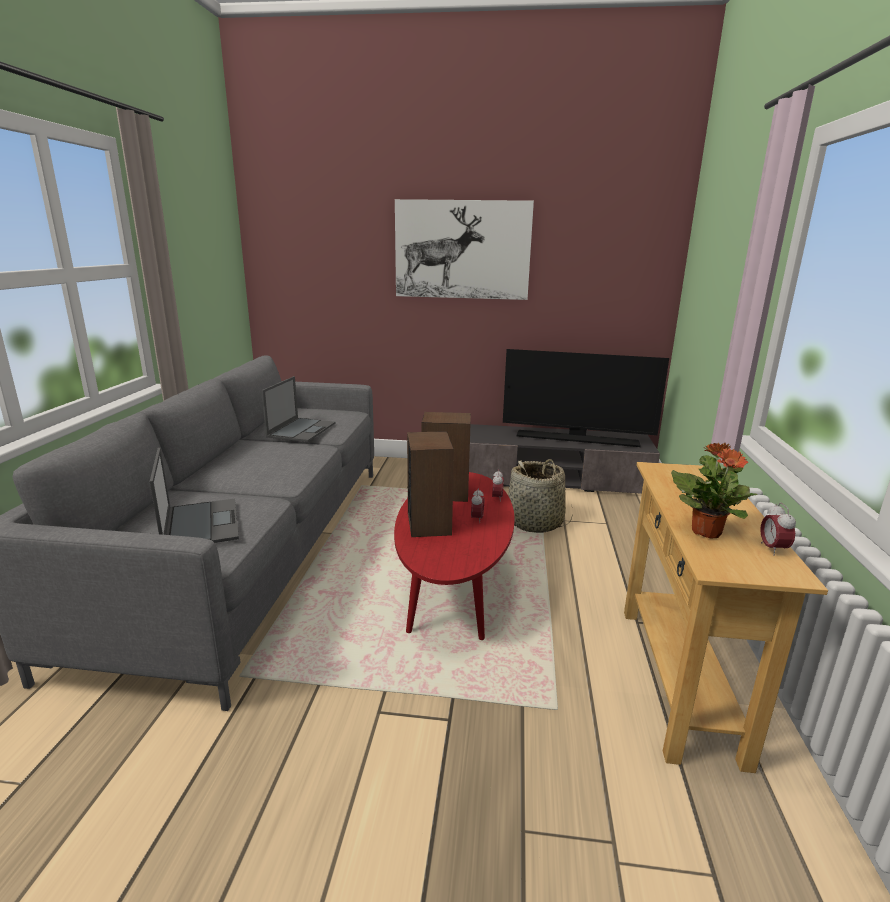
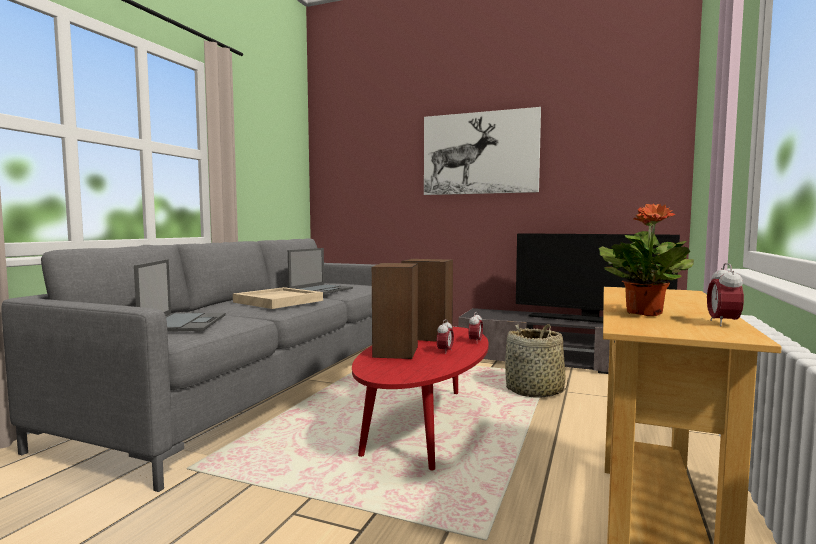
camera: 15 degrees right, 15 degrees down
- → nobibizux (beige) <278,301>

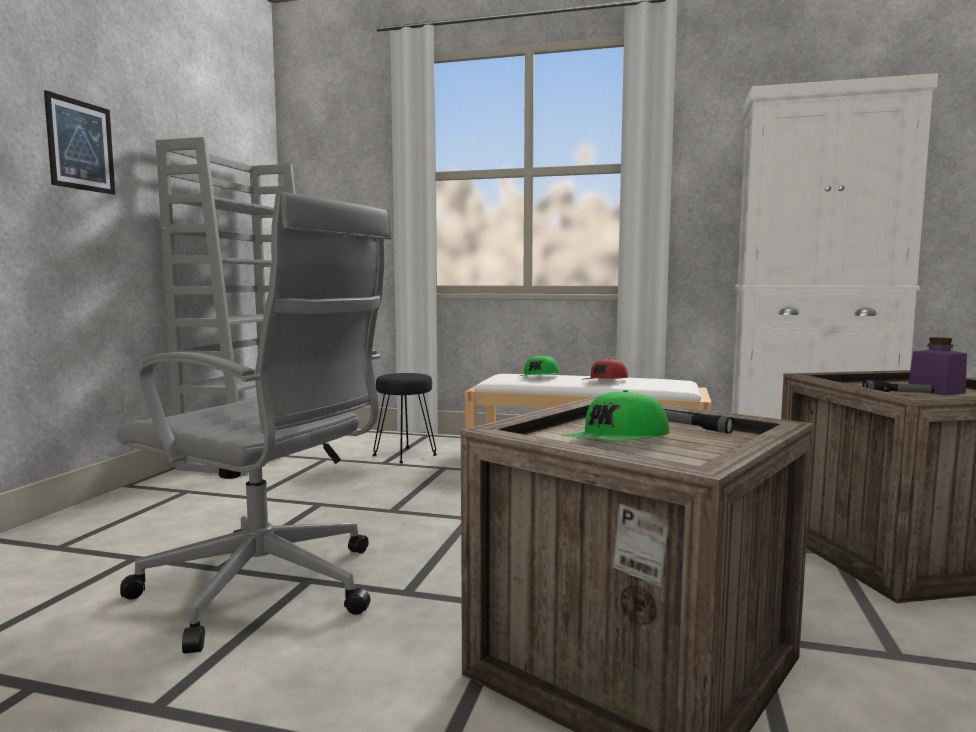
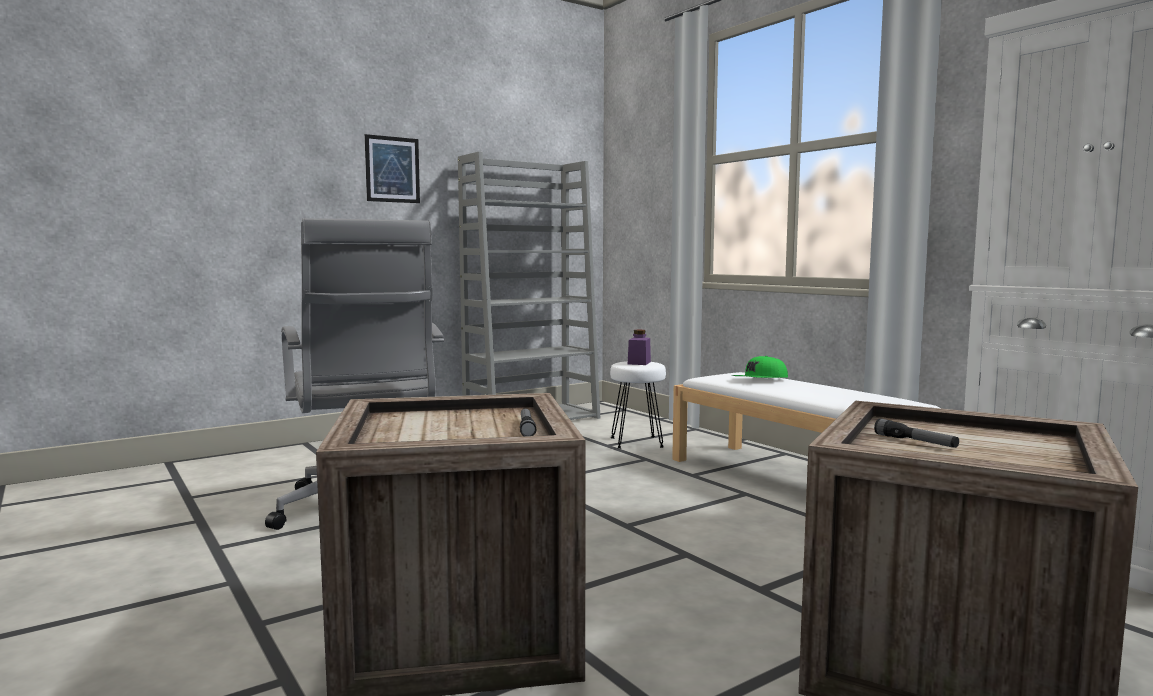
camera: 40 degrees right, 0 degrees up
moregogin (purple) <936,391> → moregogin (purple) <639,363>, moved
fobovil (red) <606,381> → -
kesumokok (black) <405,455> → kesumokok (white) <637,442>
fobovil (green) <618,441> → -

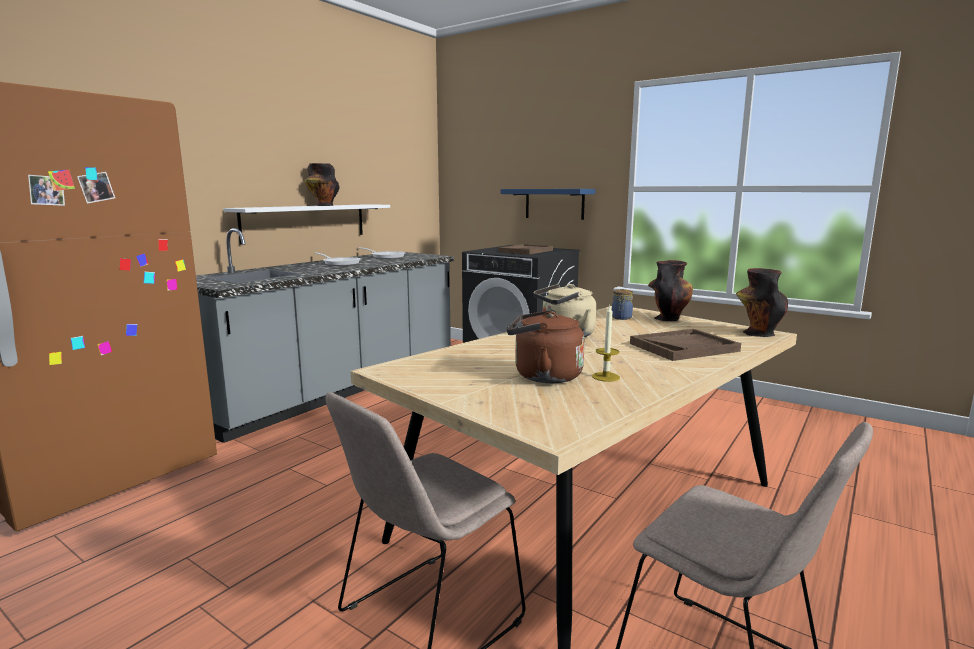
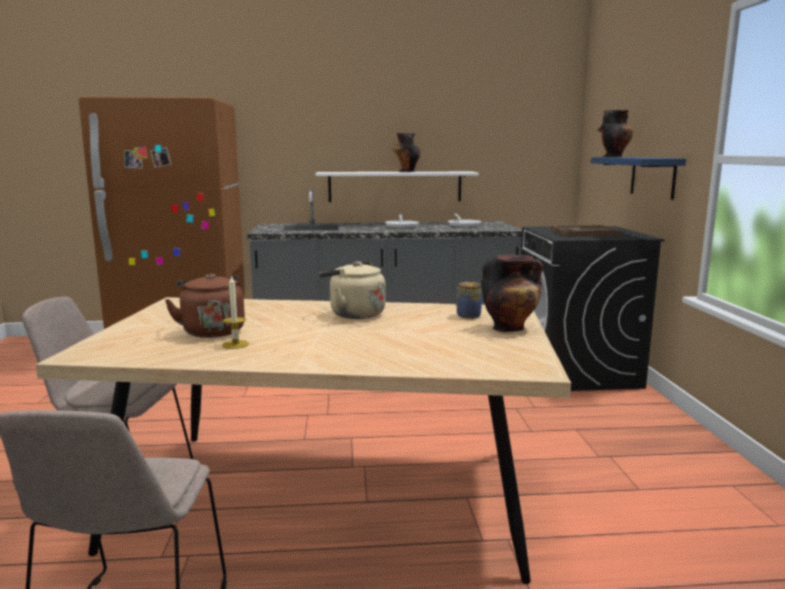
camera: 50 degrees right, 0 degrees up
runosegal <757,333> → runosegal <612,157>, moved
nobibizux (brown) <683,347> → -

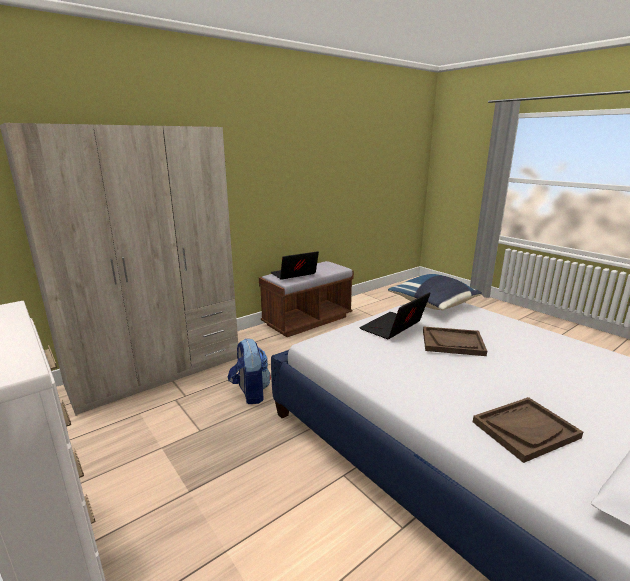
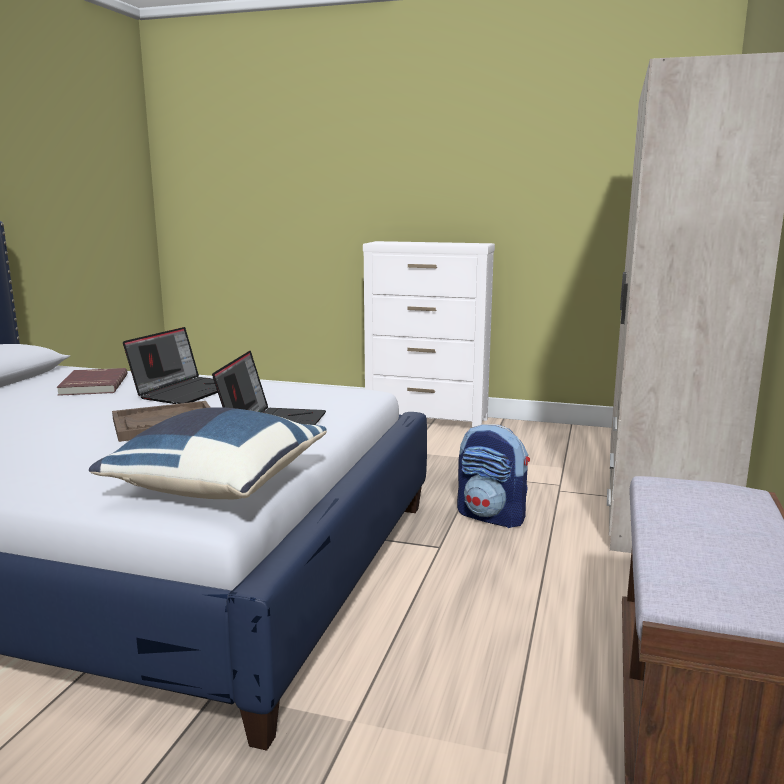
camera: 145 degrees right, 5 degrees down
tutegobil <293,275> → tutegobil <186,391>, moved
nobibizux (brown) <525,429> → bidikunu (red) <92,385>

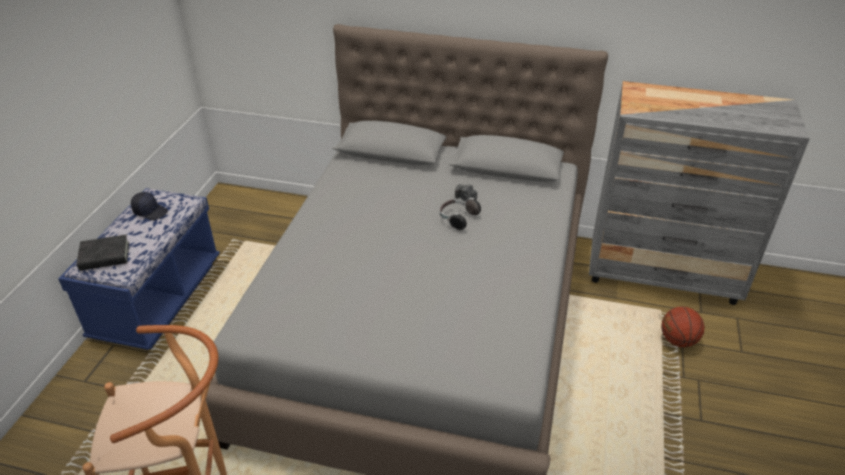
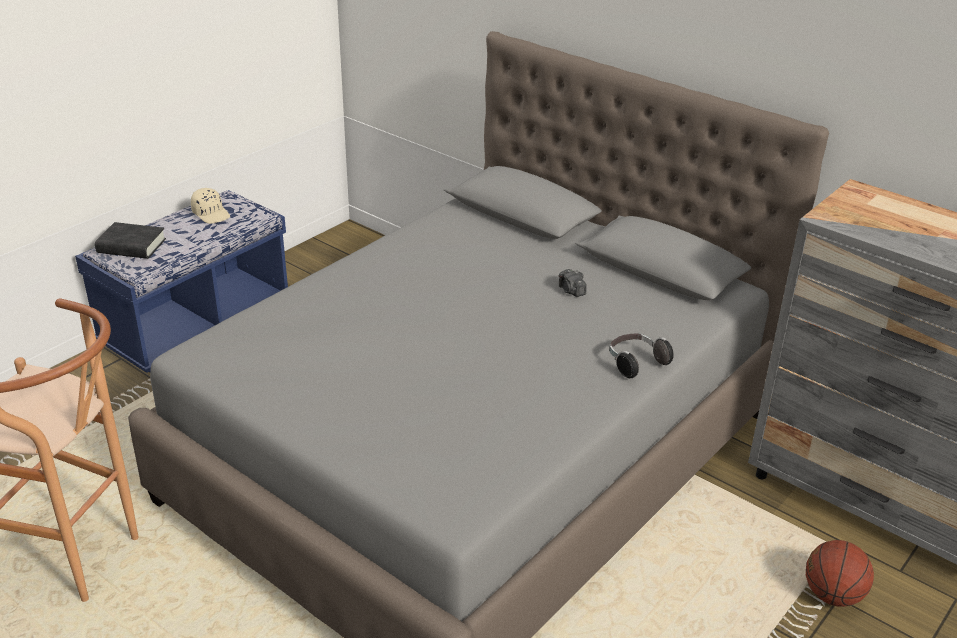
camera: 25 degrees right, 5 degrees down
fobovil (black) <150,211> → fobovil (beige) <211,214>
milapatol <457,219> → milapatol <635,363>, moved

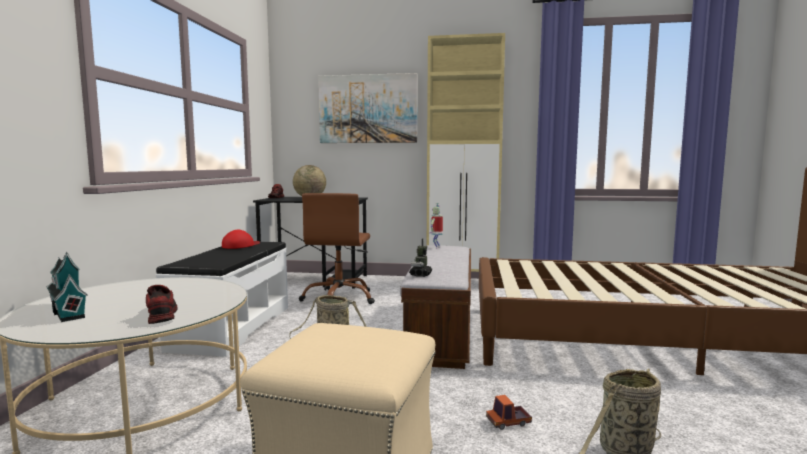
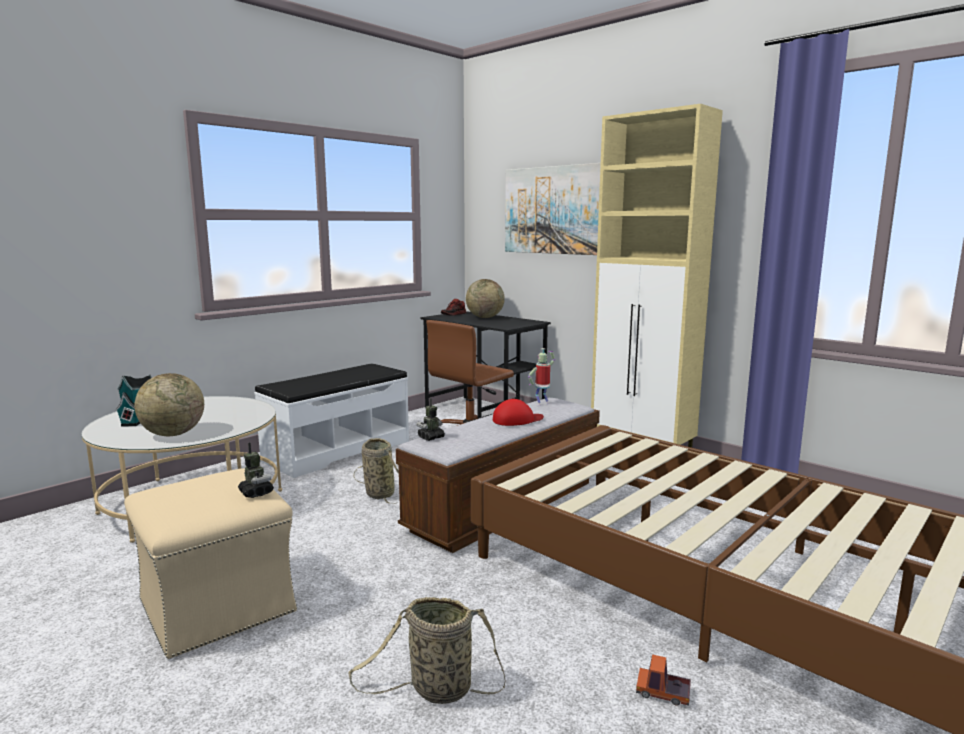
camera: 35 degrees right, 5 degrees up
fobovil (red) <241,245> → fobovil (red) <517,420>, moved
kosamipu <160,315> → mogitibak <173,434>
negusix <508,422> → negusix <663,693>, moved
- → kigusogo <256,493>

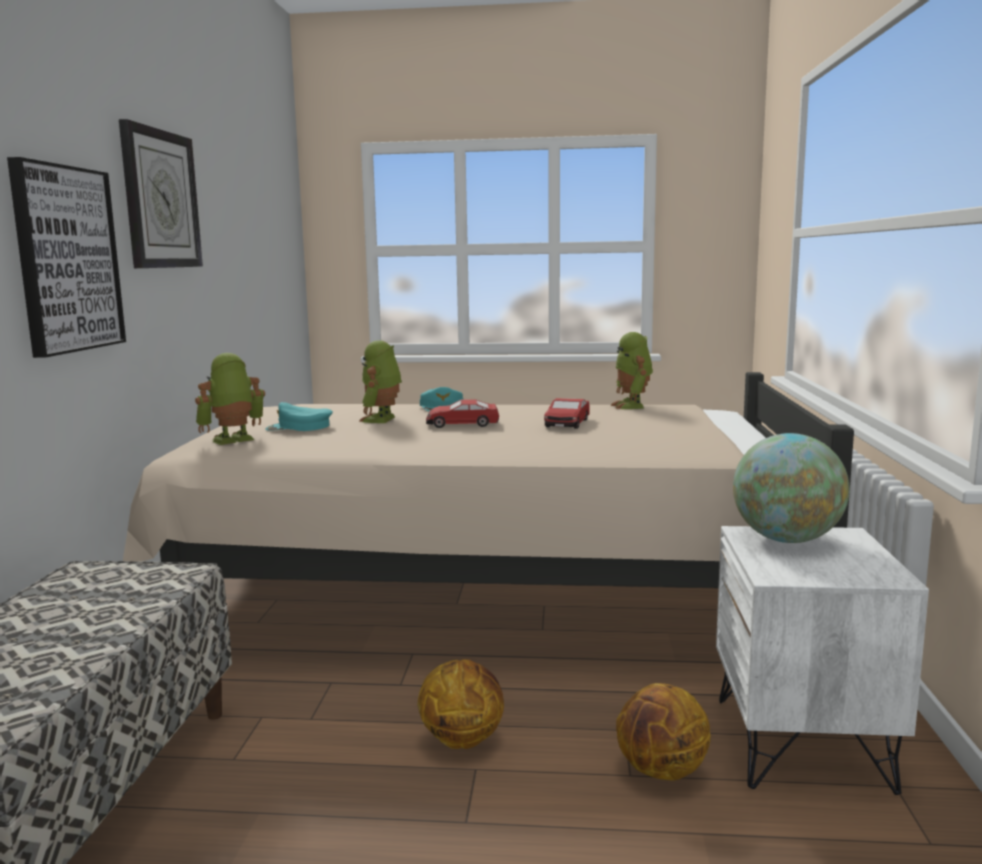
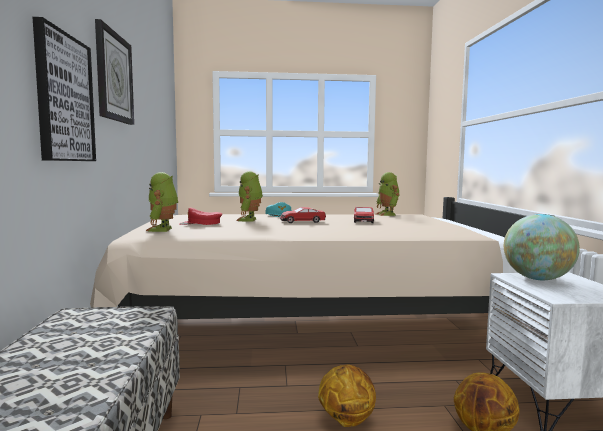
camera: 10 degrees left, 5 degrees down
kigusogo <233,441> → kigusogo <163,229>, 45 degrees counterclockwise
fobovil (turquoise) <299,427> → fobovil (red) <201,223>

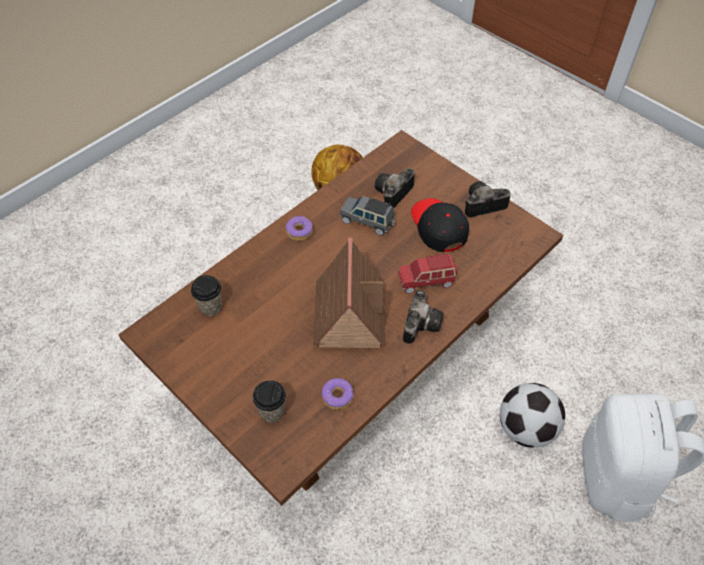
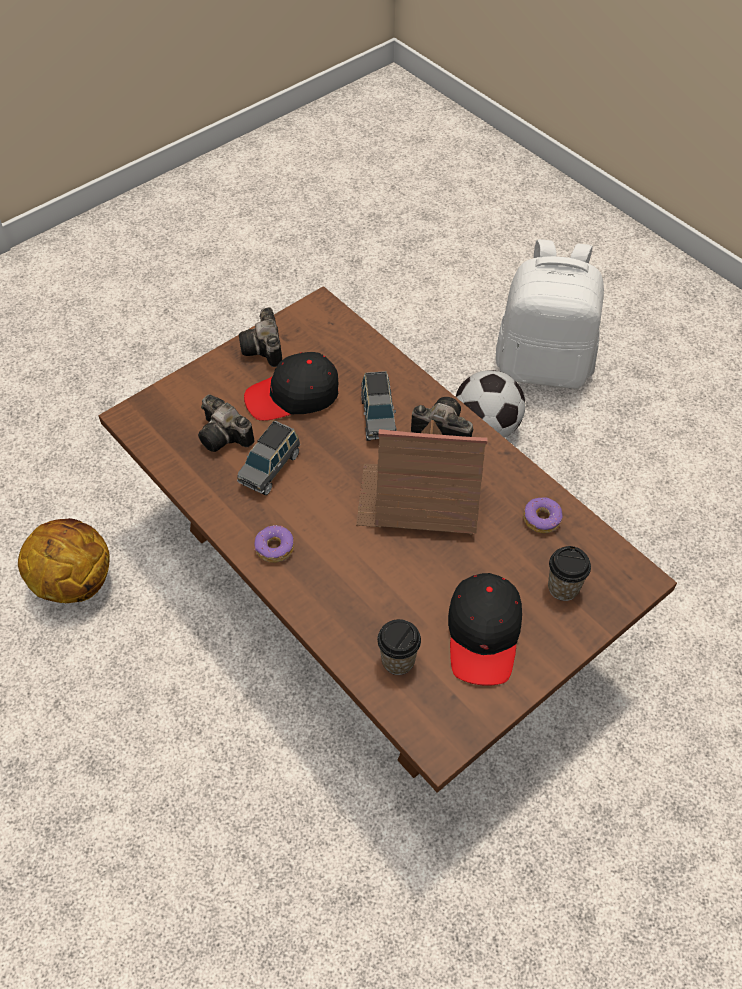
camera: 85 degrees left, 0 degrees up
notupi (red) <426,281> → notupi (grey) <378,417>
- → fobovil (black) <483,635>

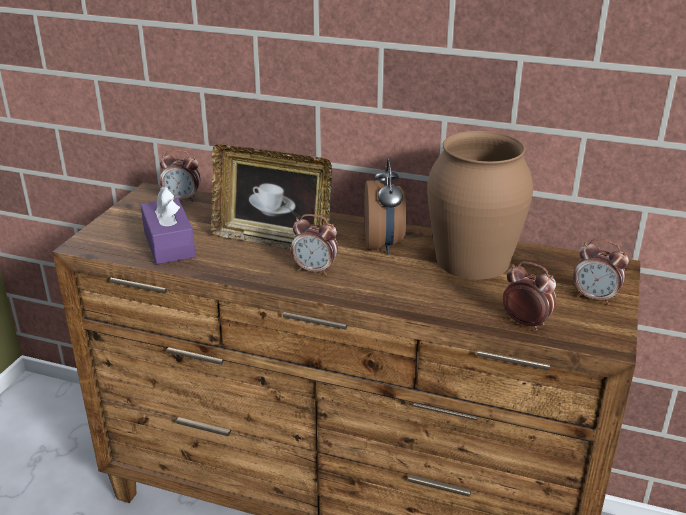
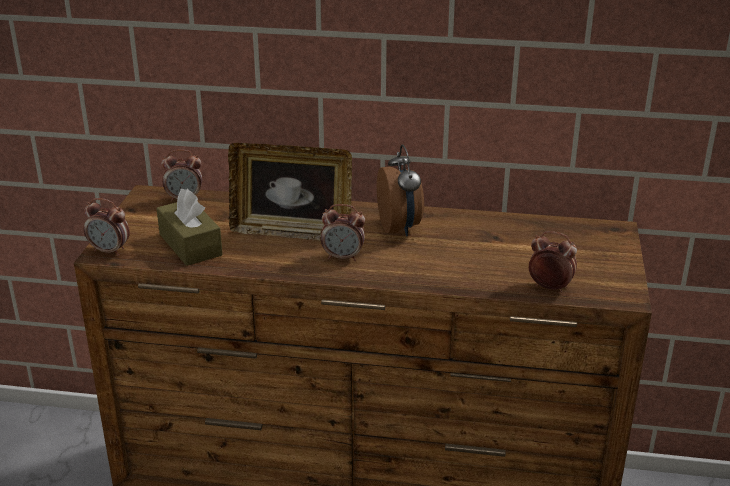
camera: 10 degrees left, 0 degrees up
runosegal (brown) <473,260> → -
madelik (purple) <169,244> → madelik (brown) <190,245>
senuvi <595,298> → senuvi <110,251>, moved

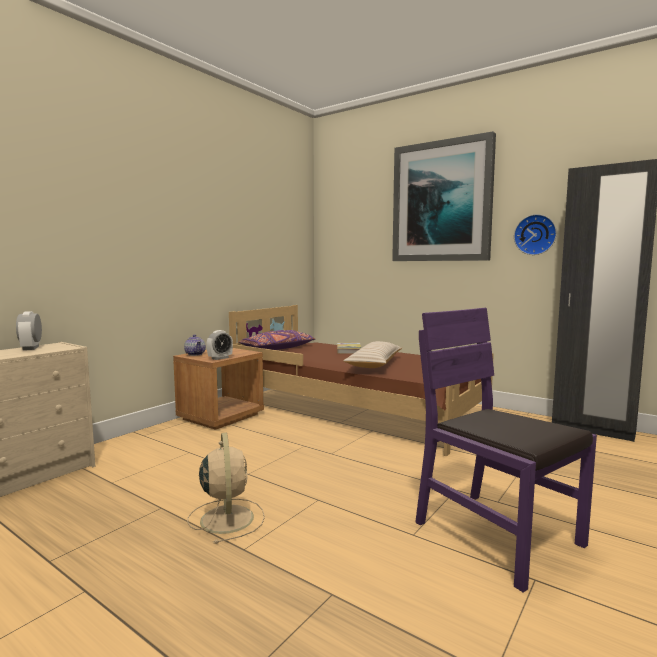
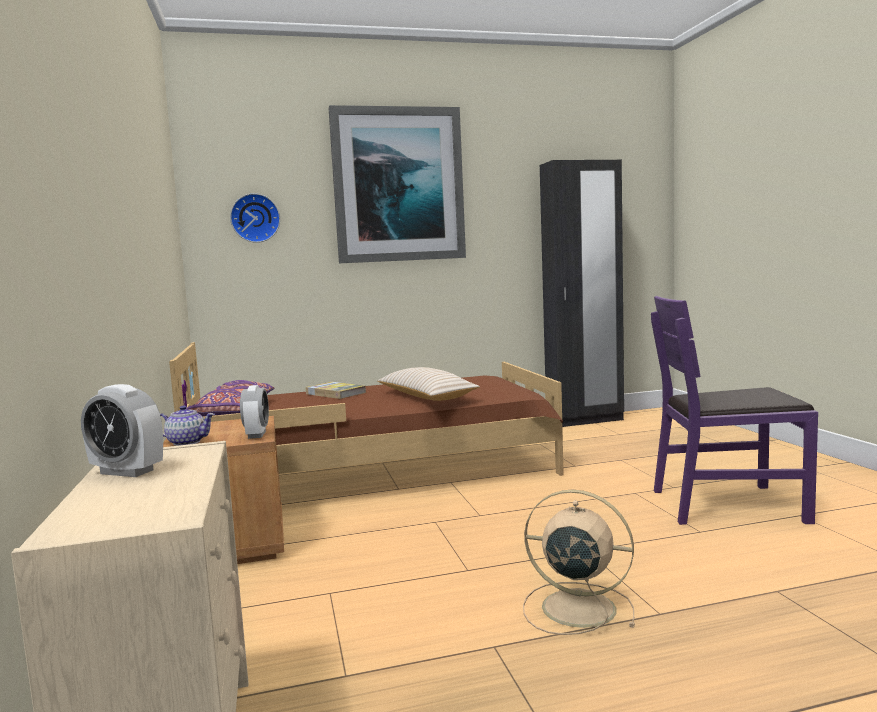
camera: 50 degrees left, 0 degrees up
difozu <535,235> → difozu <255,218>, moved

